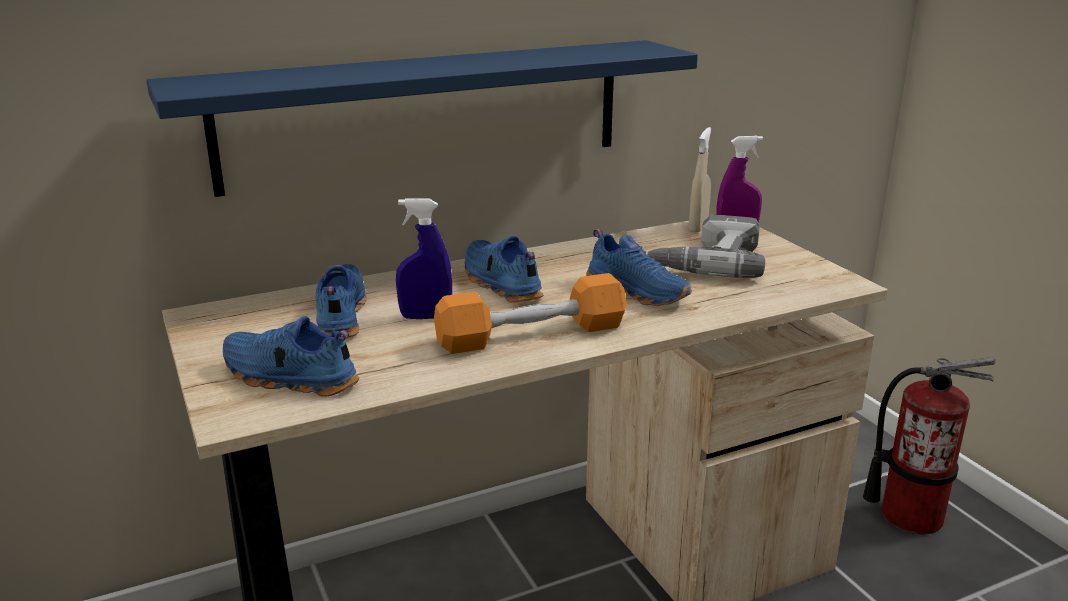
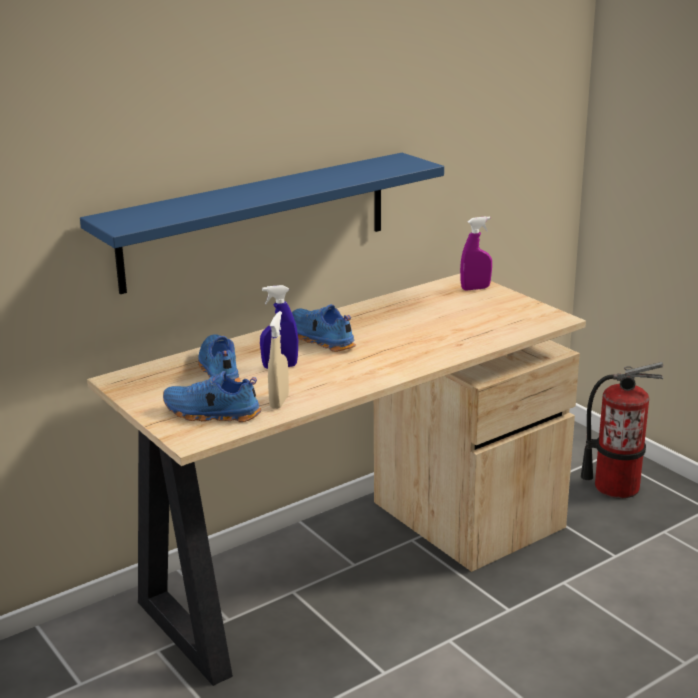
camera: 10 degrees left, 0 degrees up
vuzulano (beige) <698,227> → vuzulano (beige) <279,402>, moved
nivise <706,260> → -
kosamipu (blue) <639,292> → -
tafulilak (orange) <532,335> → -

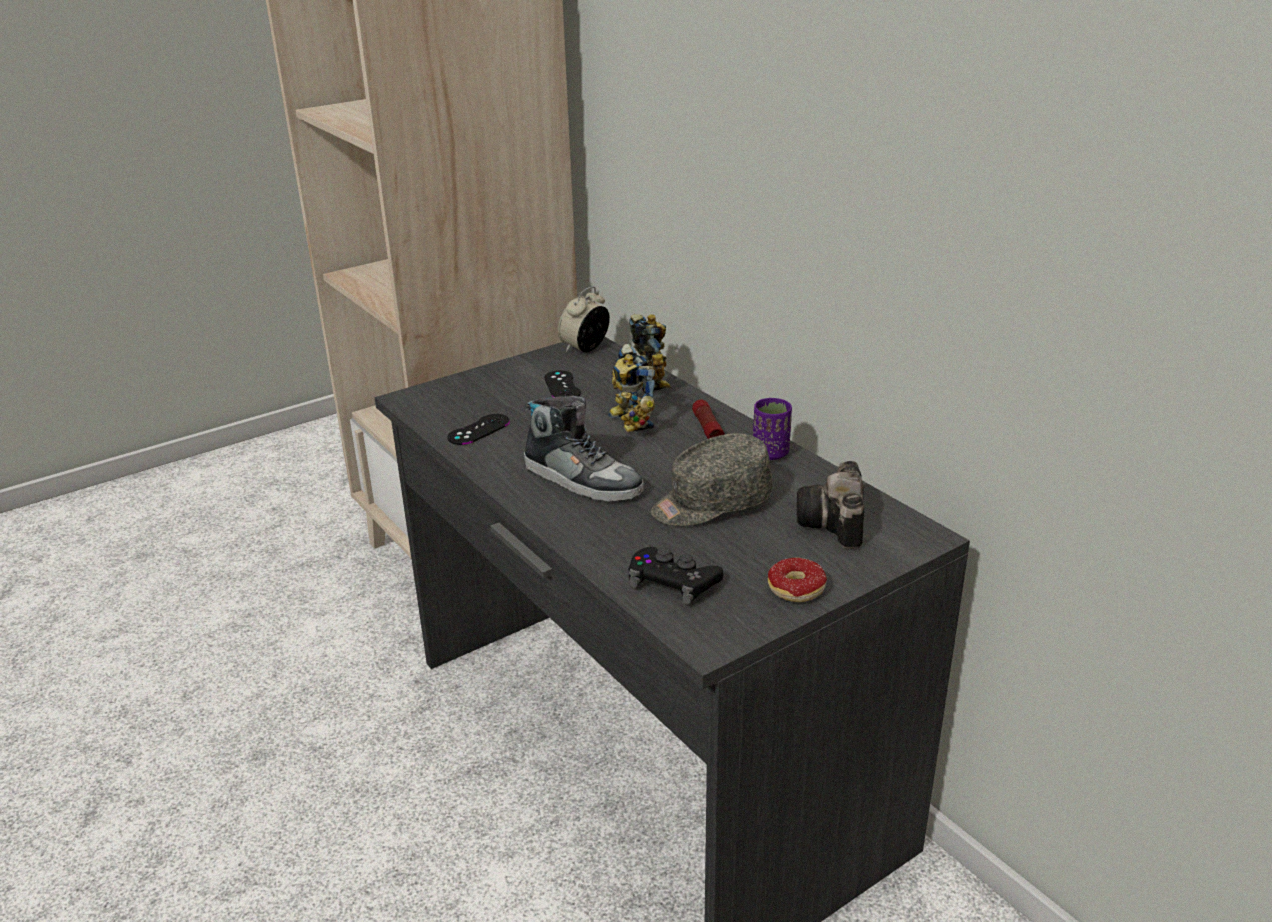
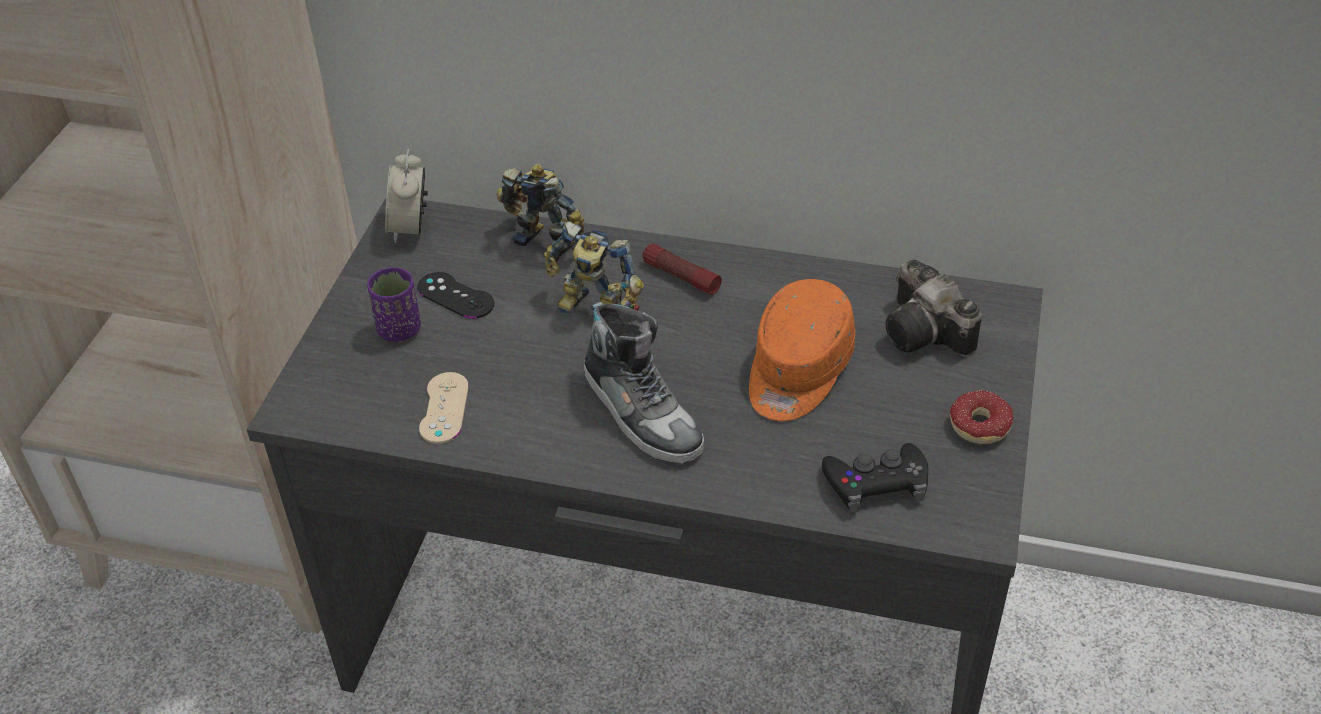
camera: 40 degrees left, 15 degrees up
kosamipu <582,479> → kosamipu <642,412>, 60 degrees clockwise
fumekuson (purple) <770,453> → fumekuson (purple) <399,330>, moved
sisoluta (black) <479,430> → sisoluta (beige) <444,408>
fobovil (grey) <710,504> → fobovil (orange) <797,371>

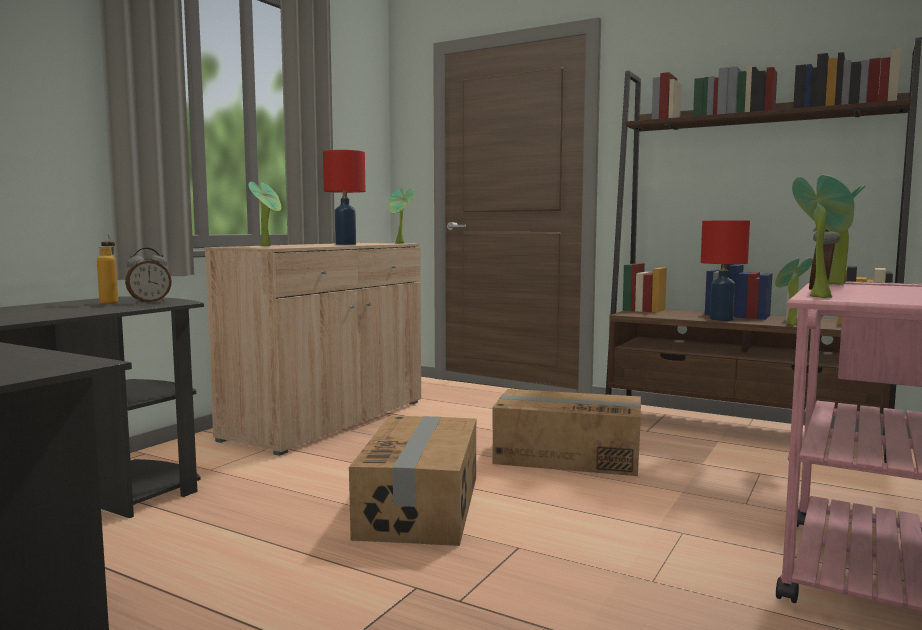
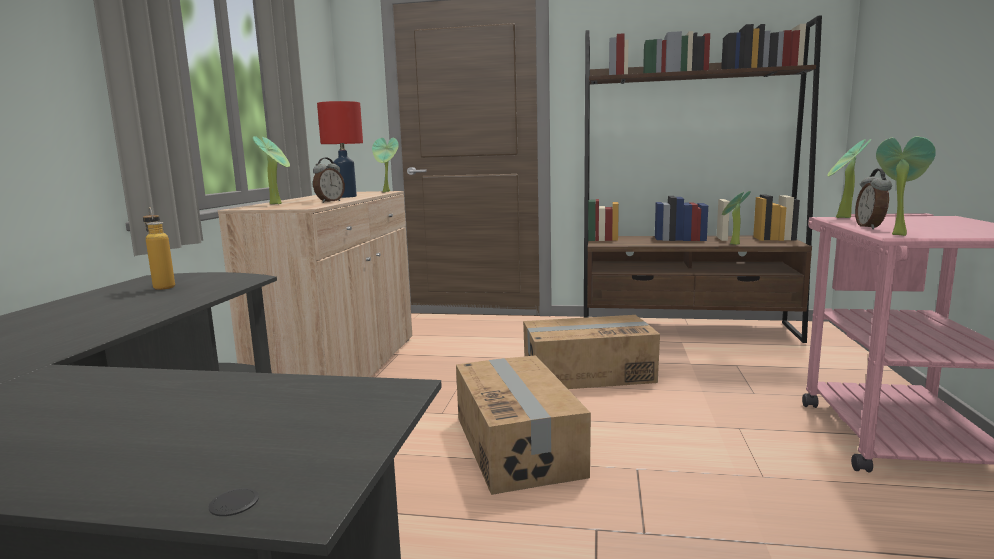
camera: 20 degrees left, 5 degrees up
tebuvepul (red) <722,319> → -
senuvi <149,302> → senuvi <329,201>, moved

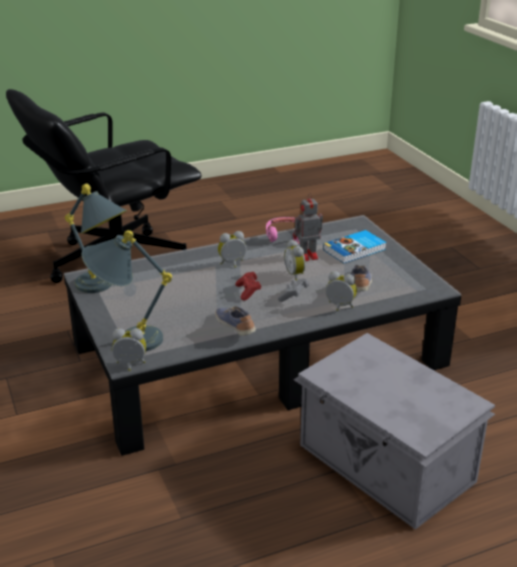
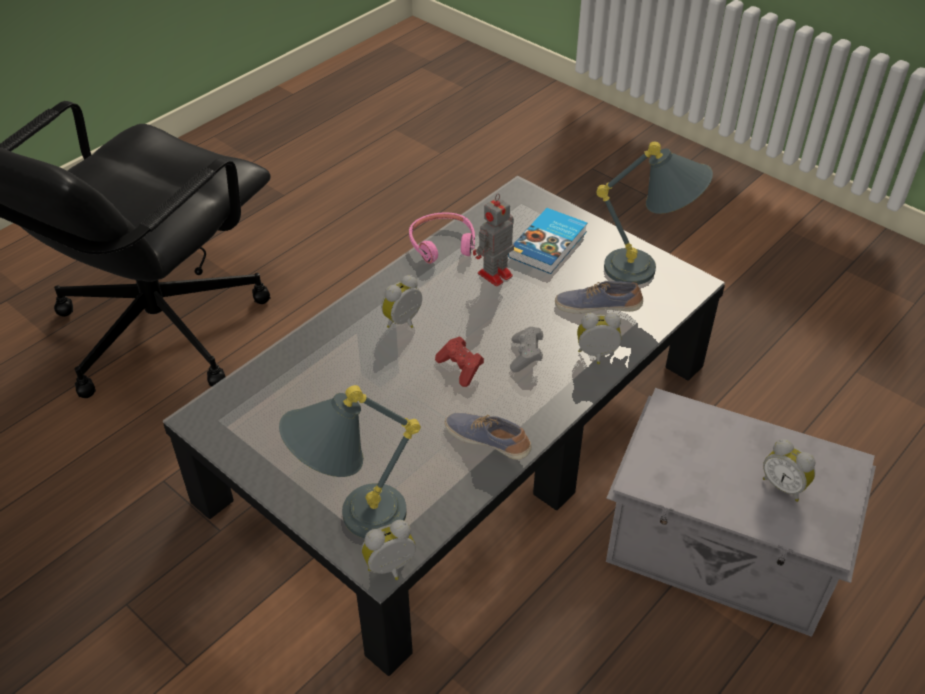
camera: 25 degrees left, 15 degrees up
tebuvepul (grey) <103,288> → tebuvepul (grey) <649,271>, moved
senuvi <296,275> → senuvi <784,486>, moved
kosamipu <361,285> → kosamipu <597,307>, 60 degrees counterclockwise

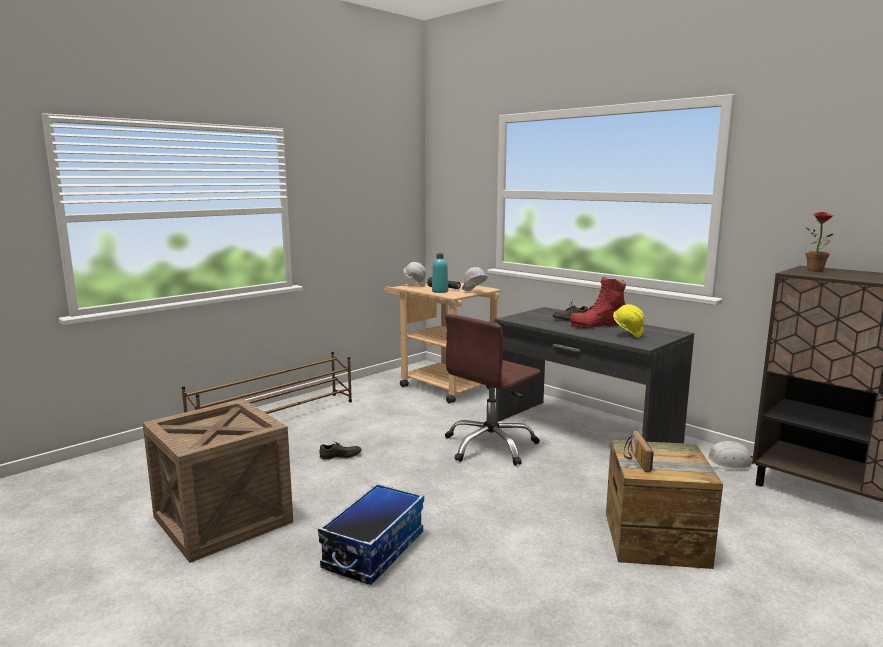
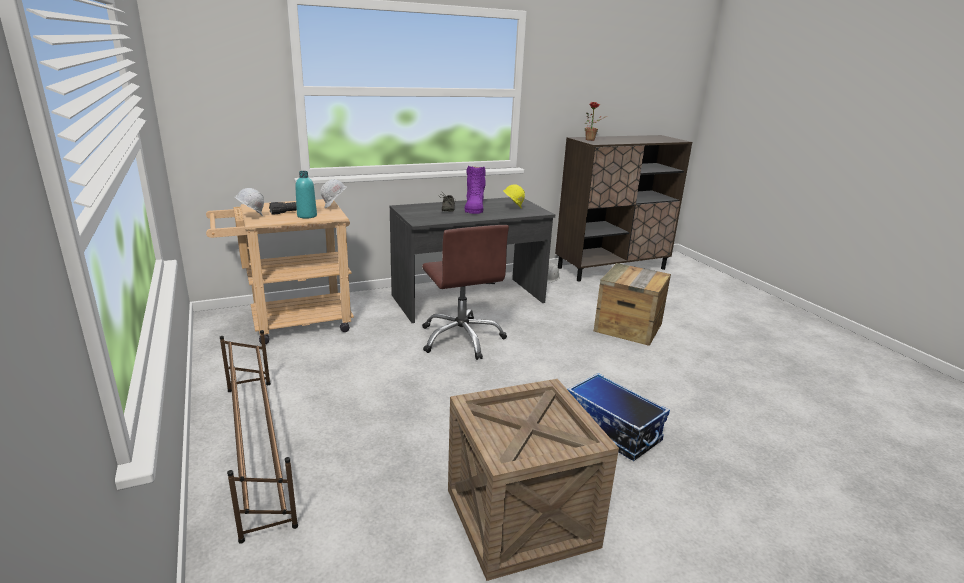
camera: 70 degrees left, 10 degrees up
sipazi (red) <598,325> → sipazi (purple) <474,207>
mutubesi <635,460> → -
kosamipu (grey) <340,457> → -

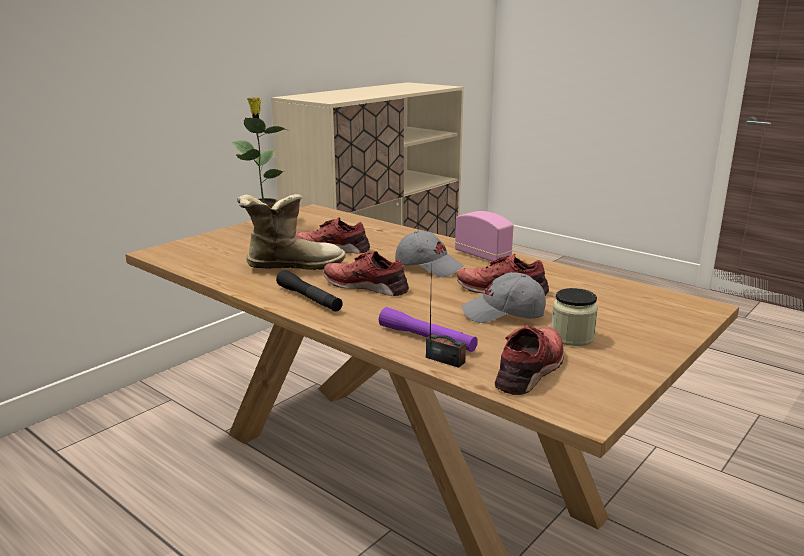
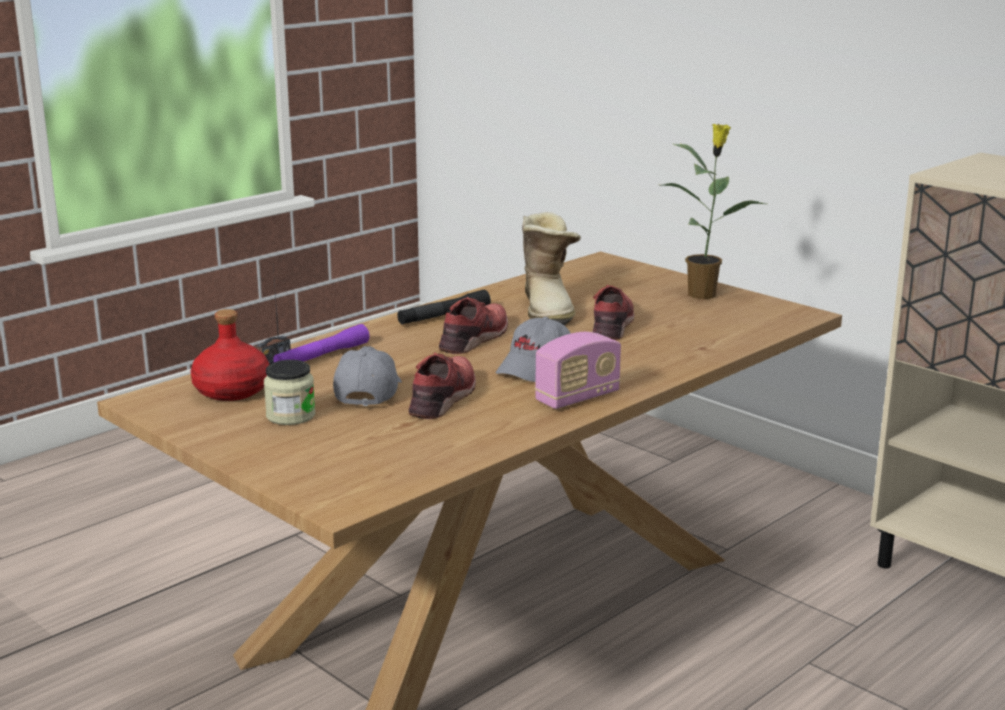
camera: 95 degrees right, 0 degrees up
kosamipu (red) <531,369> → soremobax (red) <232,390>

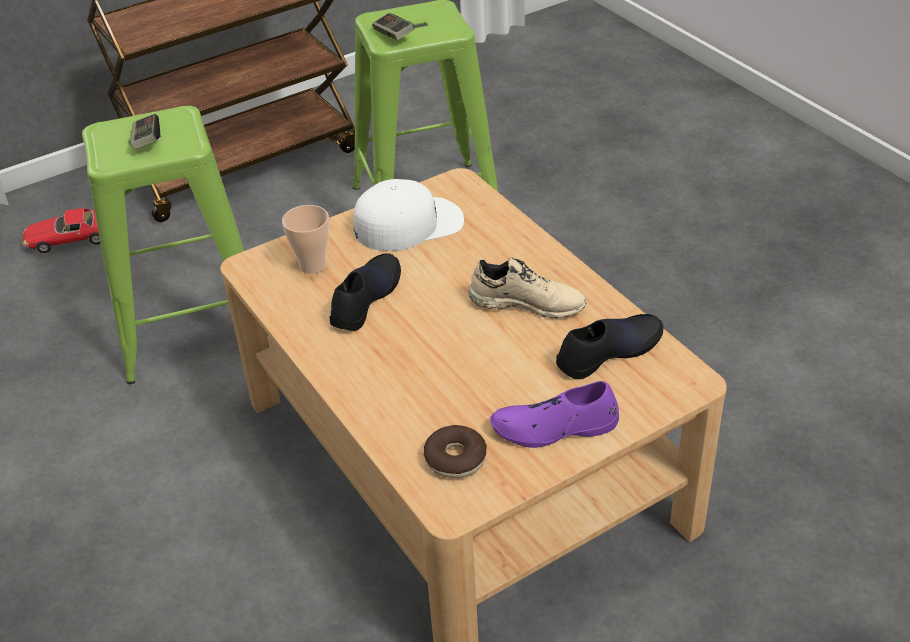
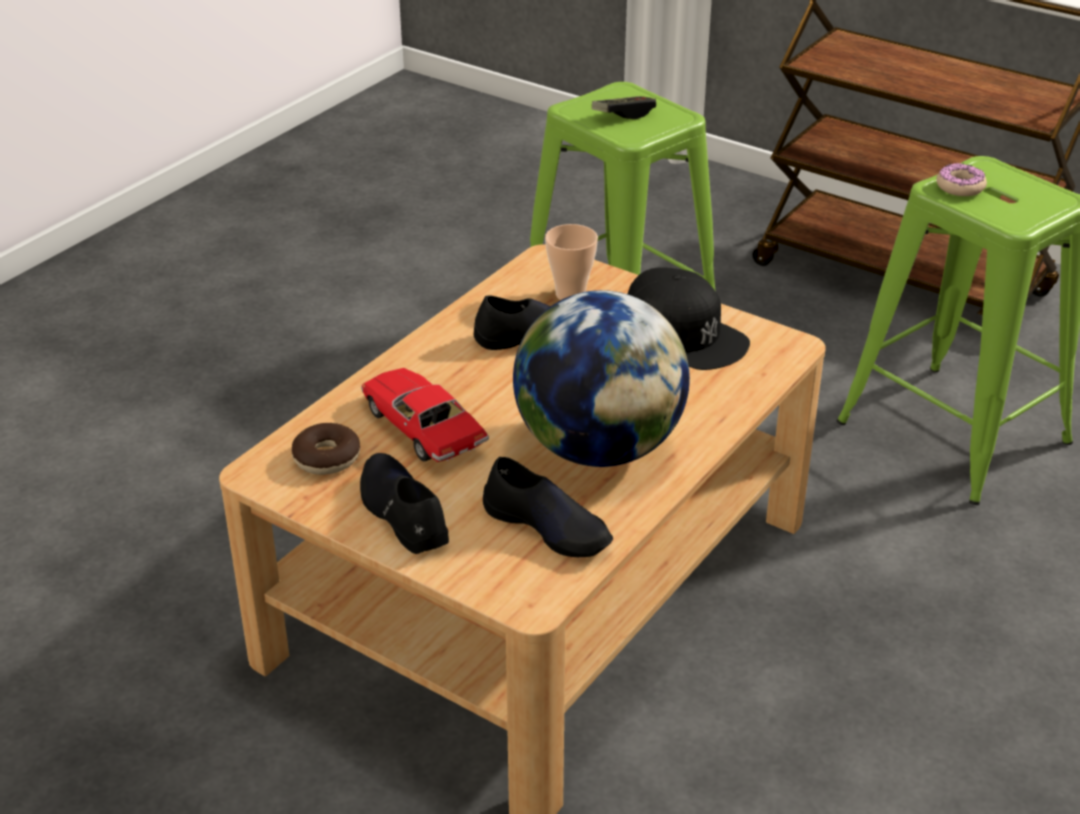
camera: 65 degrees right, 5 degrees down
sisoluta <393,35> → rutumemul <960,187>
fobovil (white) <409,224> → fobovil (black) <684,333>
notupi <72,239> → notupi <421,428>, moved
kosamipu (beige) <528,303> → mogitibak <599,448>
kosamipu (purple) <554,427> → kosamipu (black) <402,513>

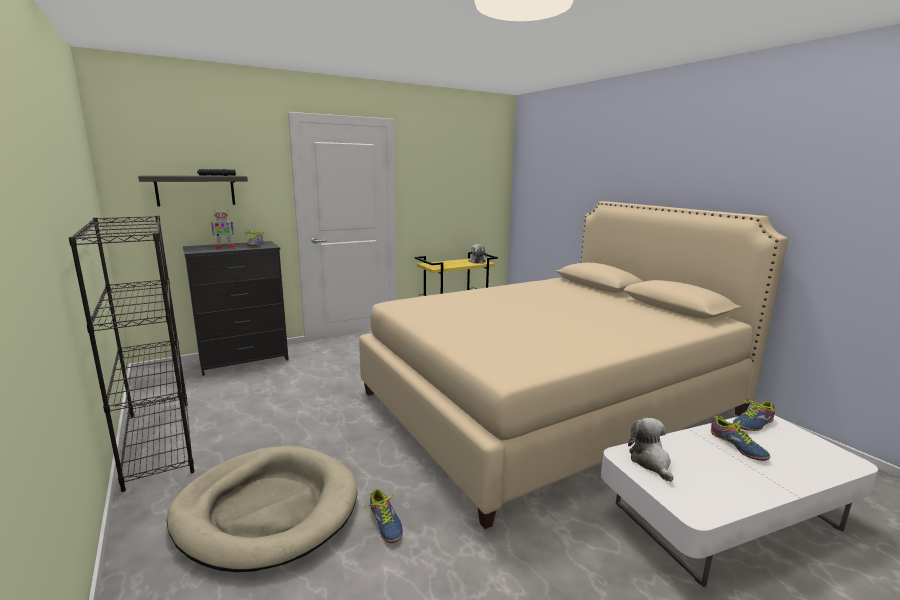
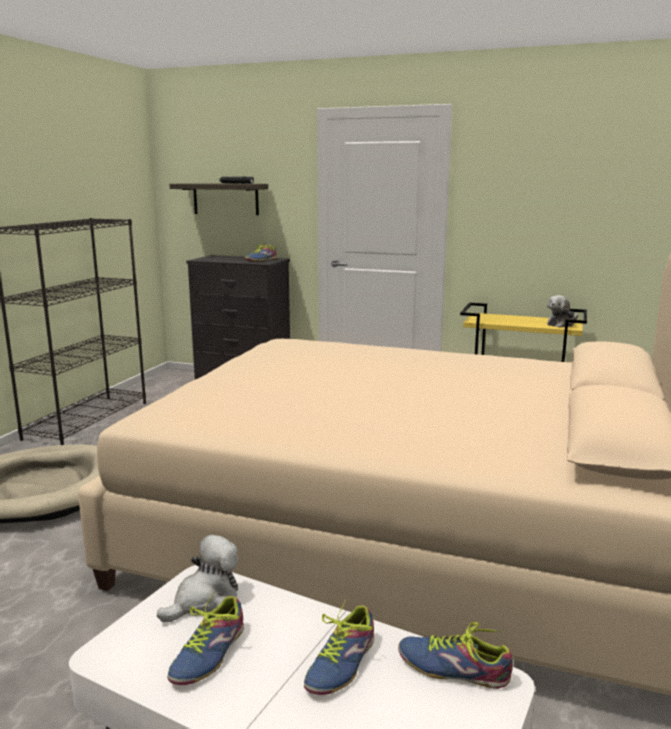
camera: 50 degrees right, 0 degrees up
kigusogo <224,247> → -
kosamipu <385,523> → kosamipu <209,654>, moved

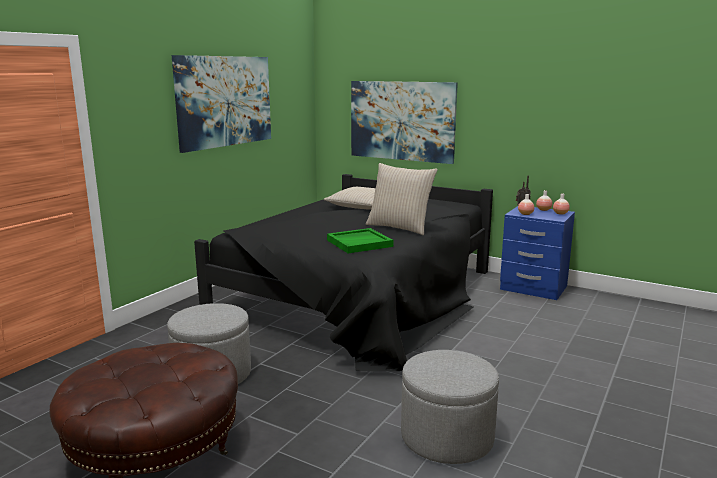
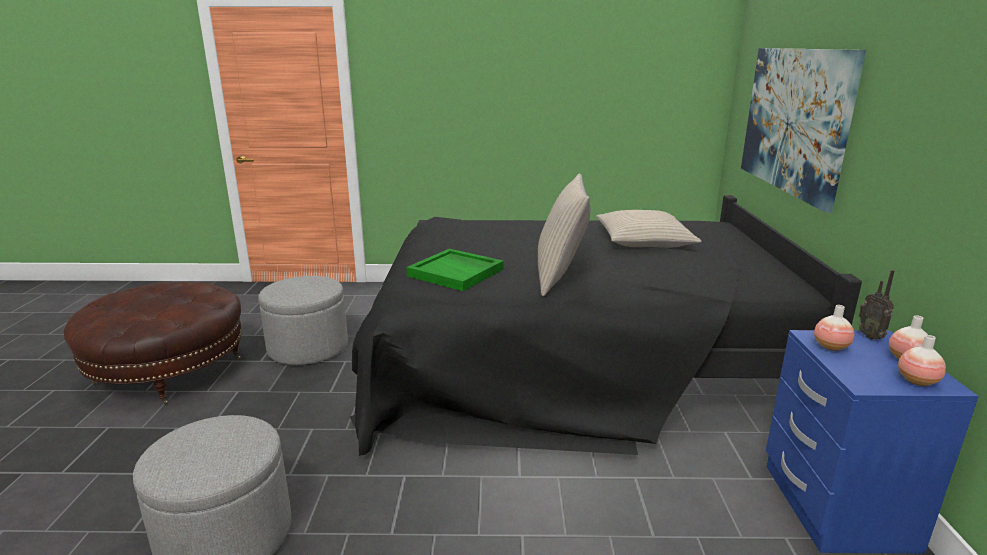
camera: 60 degrees right, 5 degrees up
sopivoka <225,101> → -

